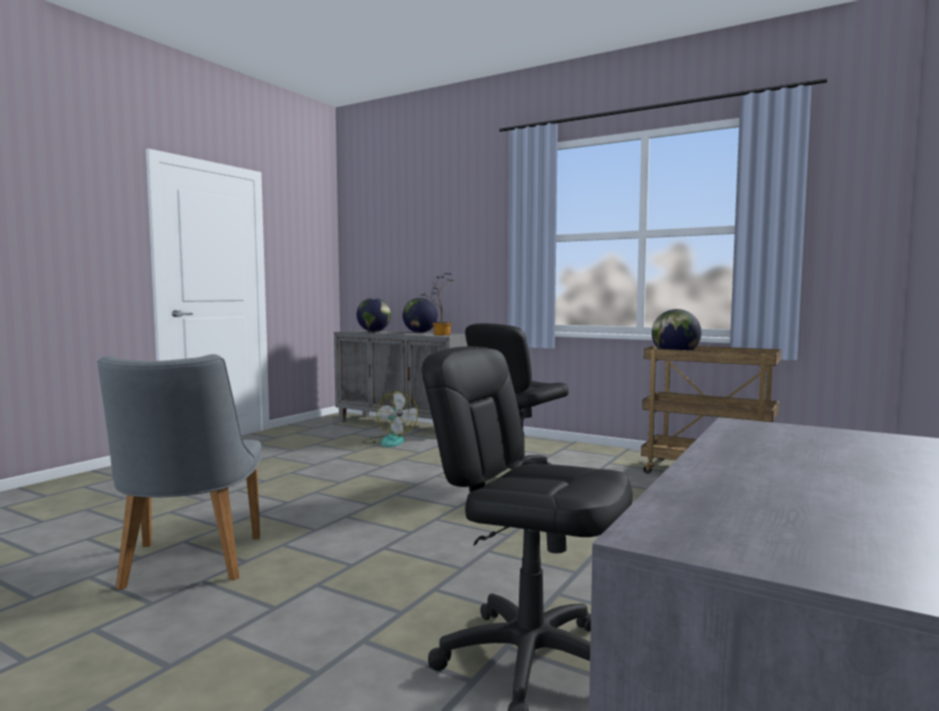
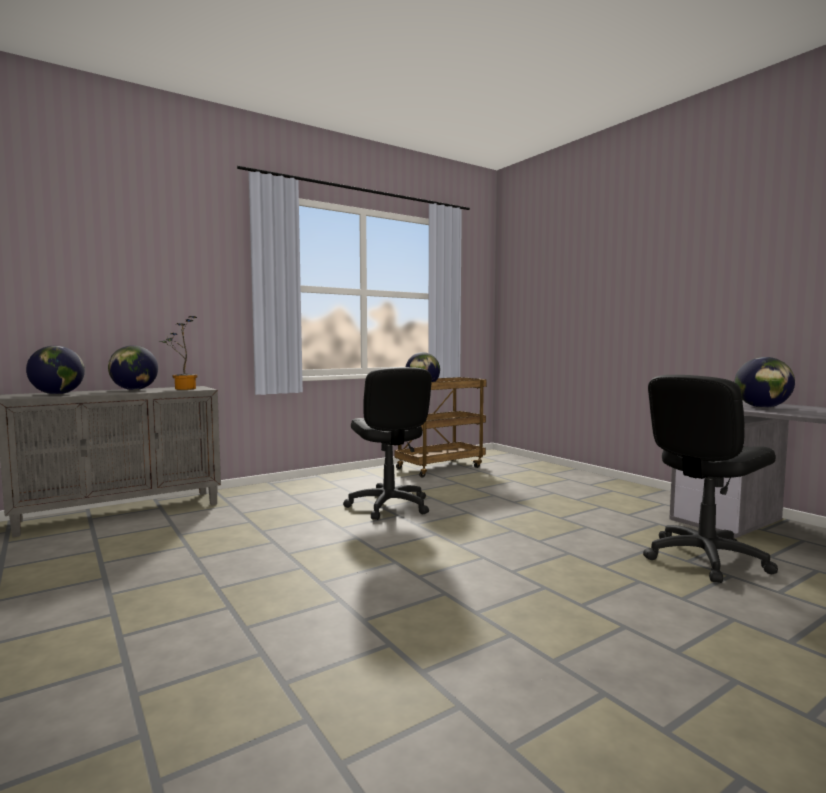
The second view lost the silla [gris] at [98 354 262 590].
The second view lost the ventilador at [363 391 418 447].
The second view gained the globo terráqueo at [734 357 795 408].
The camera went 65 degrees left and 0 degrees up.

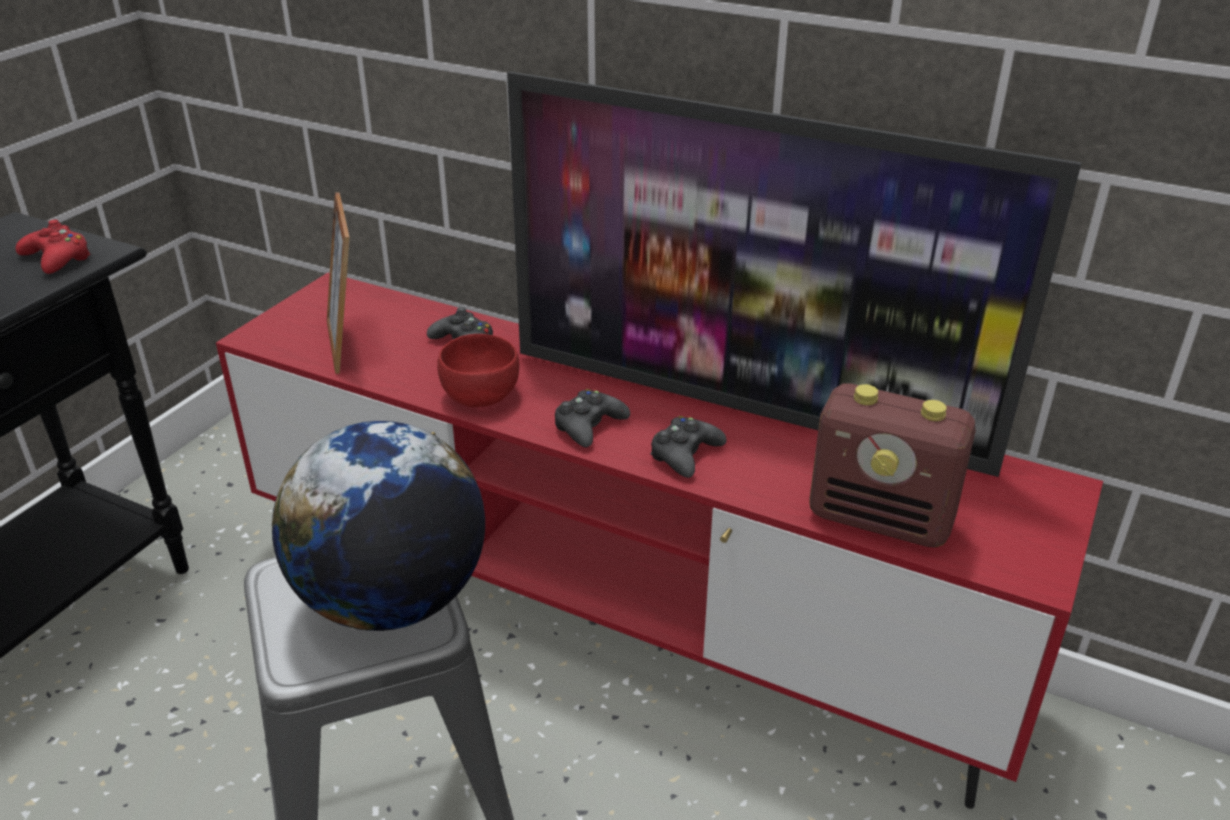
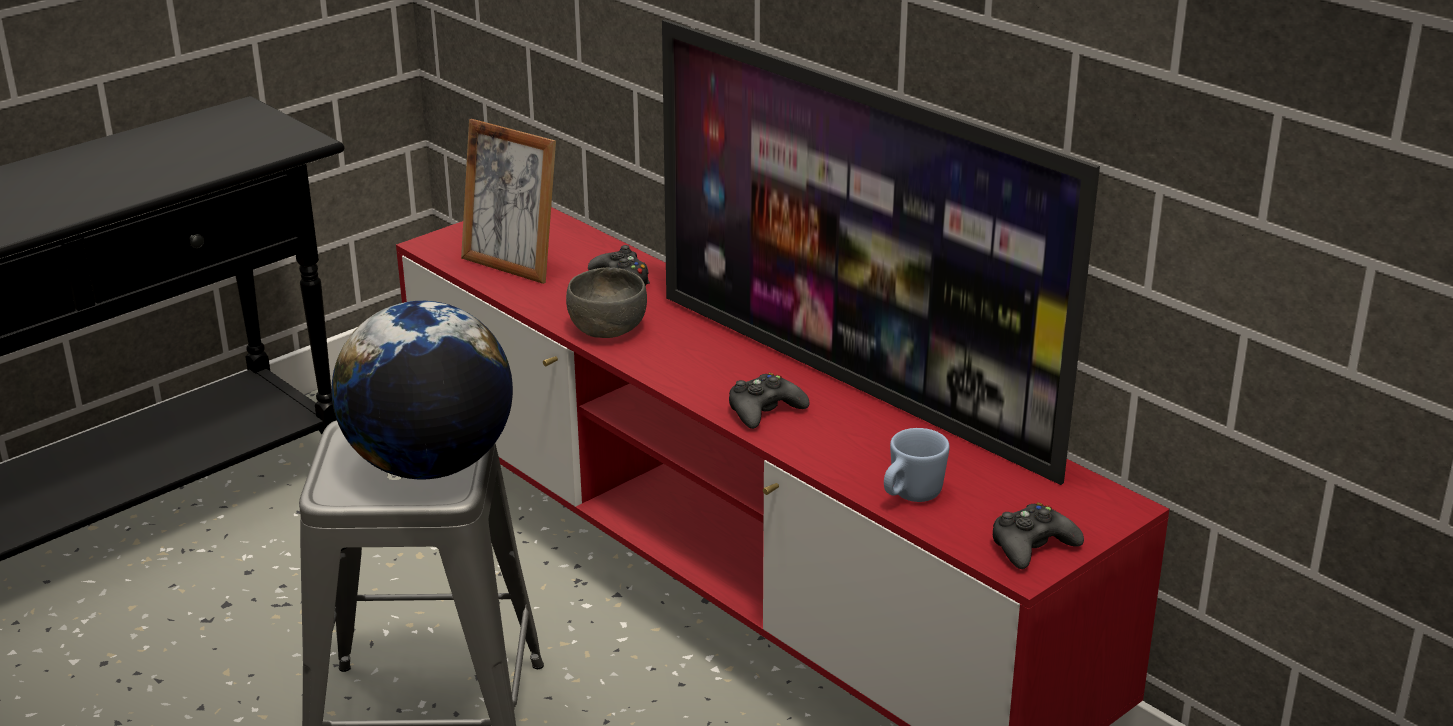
The second view lost the mando de consola [rojo] at [16 220 91 274].
The mando de consola [negro] ended up elsewhere, having gone from [555 389 630 447] to [993 502 1084 569].
Where the radio stood at [809 383 976 548], the taza grande [azul] came to stand at [884 428 950 502].
What was the cuenco [rojo] at [437 334 519 407] turned into the cuenco [gris] at [566 268 647 338].
The portarretratos at [327 192 350 374] ended up facing another way, 60 degrees counterclockwise from before.
The camera went 20 degrees right and 5 degrees down.

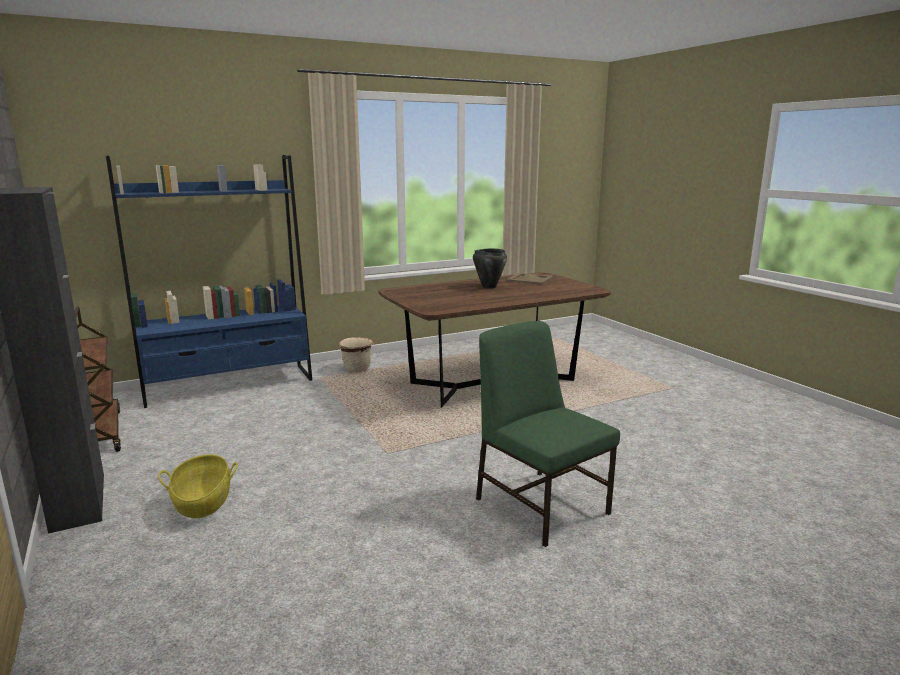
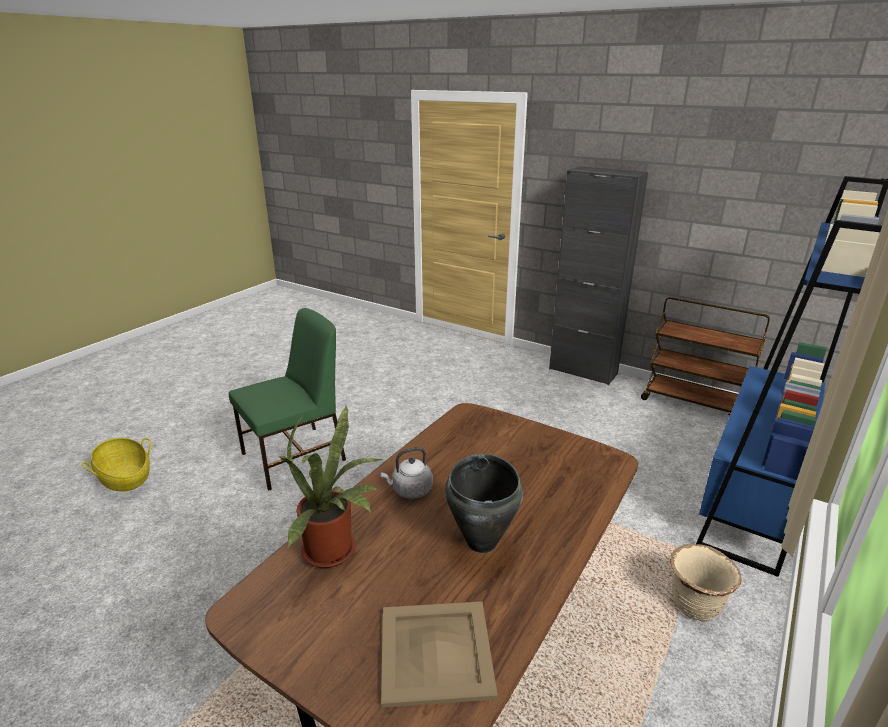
The second view gained the planta en maceta at [279 406 382 568].
The second view gained the hervidor [gris] at [380 447 432 499].
The cesta ended up elsewhere, having gone from [158 454 238 518] to [82 438 152 491].
The silla [verde] at [476 321 620 547] ended up facing another way, 60 degrees counterclockwise from before.
The camera went 150 degrees right and 10 degrees up.

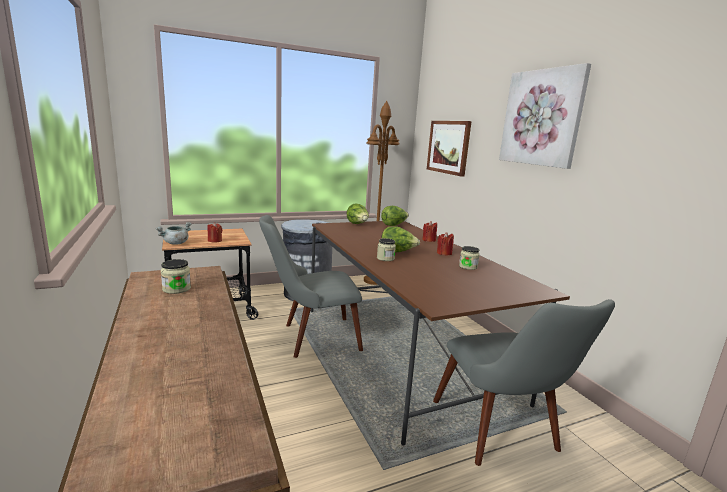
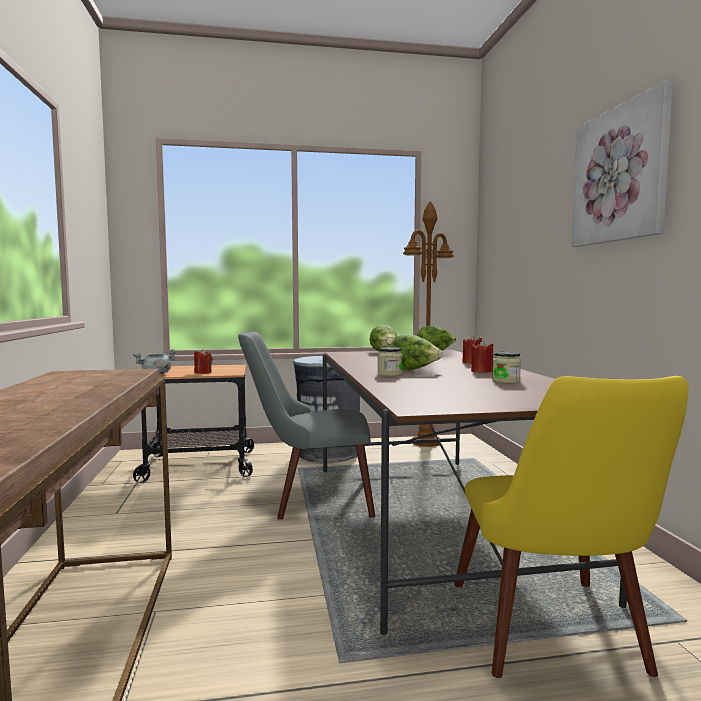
The second view lost the tarro at [161 259 191 294].
The second view lost the cuadro at [427 121 472 177].
What was the silla [gris] at [433 299 615 466] turned into the silla [amarillo] at [454 376 689 678].
The camera went 15 degrees right and 10 degrees down.

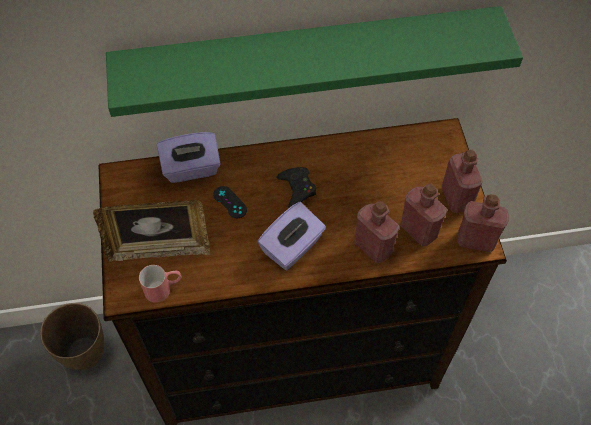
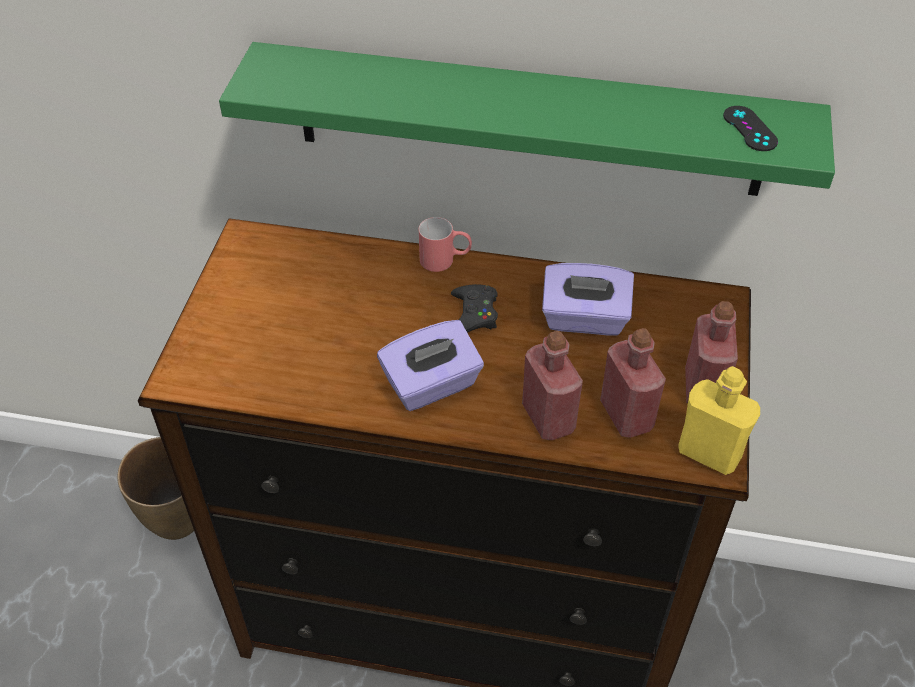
The second view lost the portarretratos at [93 200 210 262].
The taza grande [rojo] ended up elsewhere, having gone from [139 265 182 303] to [419 217 472 272].
The caja de pañuelos [morado] ended up elsewhere, having gone from [157 132 221 183] to [542 263 634 335].
The mando de consola [negro] ended up elsewhere, having gone from [213 186 247 218] to [723 106 778 151].
What was the botella [rojo] at [457 194 509 252] turned into the botella [amarillo] at [678 366 760 475].
The camera went 20 degrees right and 10 degrees down.

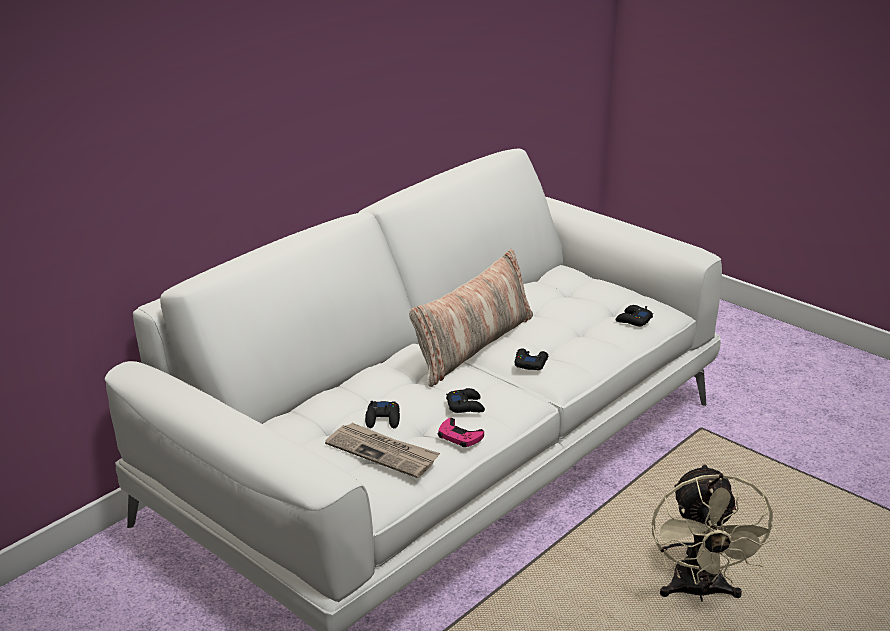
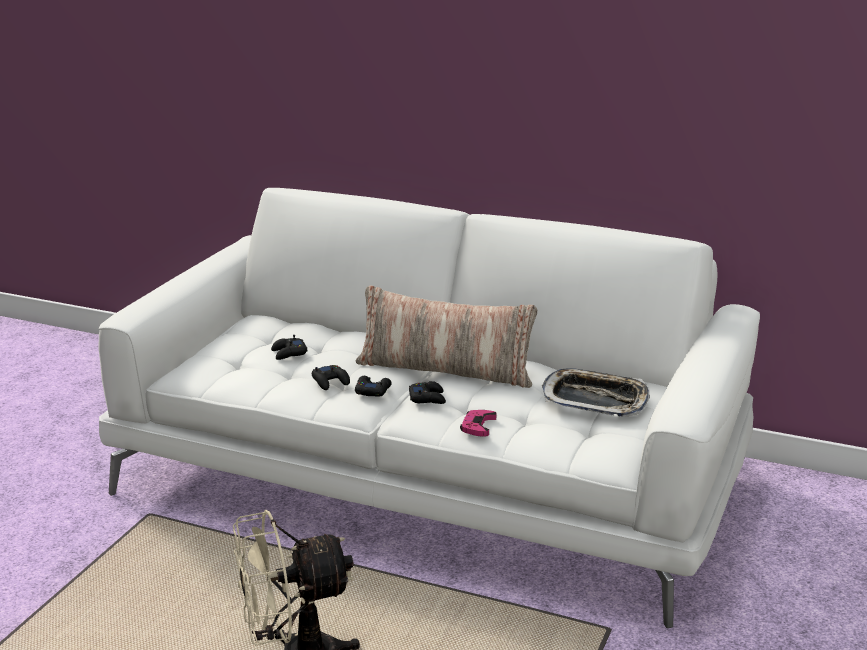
The second view lost the periódico at [325 423 440 478].
The second view gained the bandeja at [542 368 650 417].
The mando de consola [rosa] ended up elsewhere, having gone from [438 418 484 447] to [460 410 497 437].
The mando de consola [negro] ended up elsewhere, having gone from [615 305 653 327] to [355 376 392 397].
The camera went 70 degrees right and 5 degrees down.

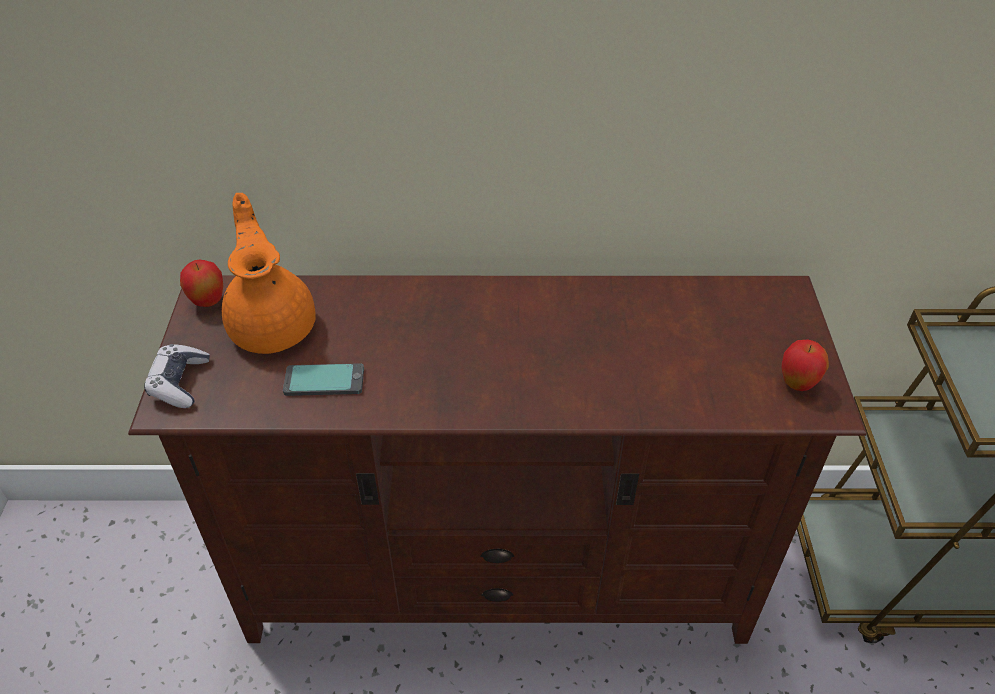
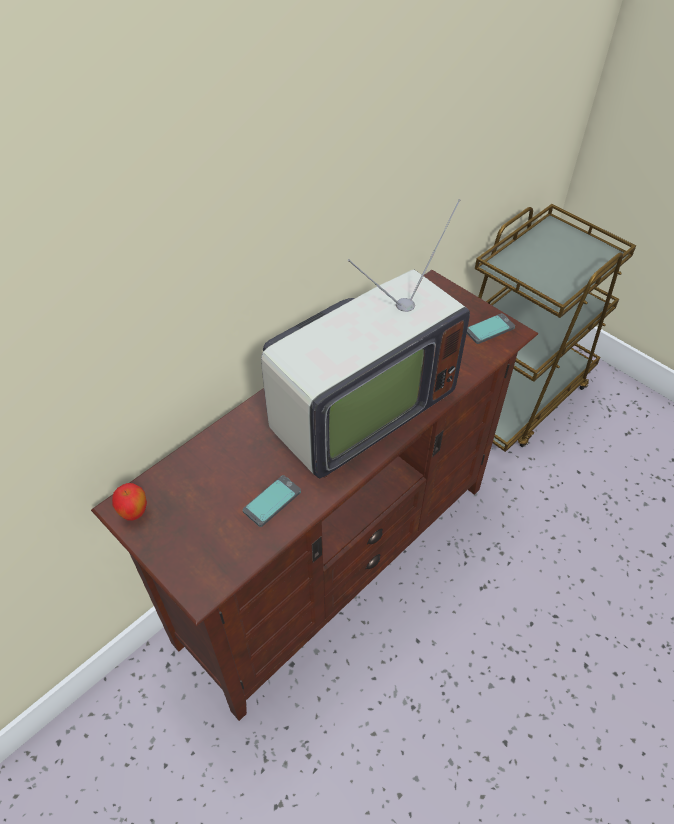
The second view lost the mando de consola at [144 344 210 408].
The second view lost the tetera [naranja] at [222 193 316 354].
The second view gained the televisor at [261 199 470 478].
Where the manzana stood at [782 339 829 391], the móvil came to stand at [467 313 515 344].
The camera went 45 degrees left and 5 degrees up.

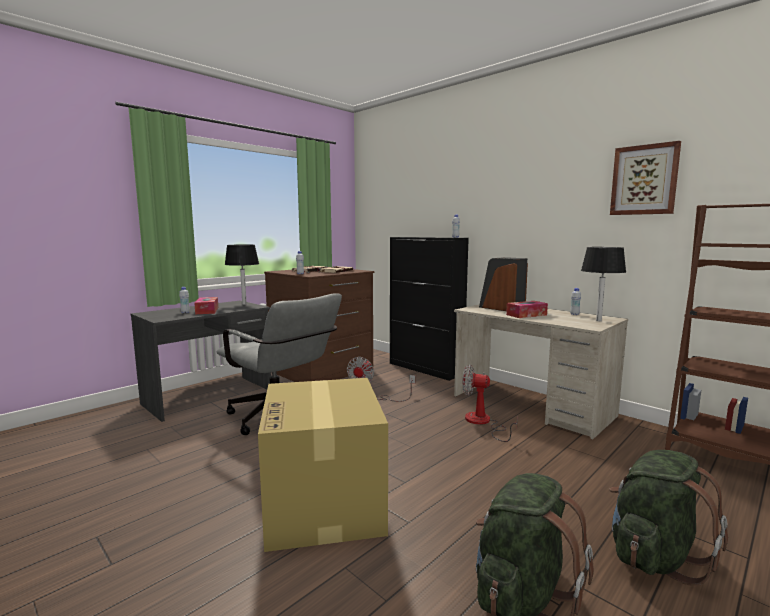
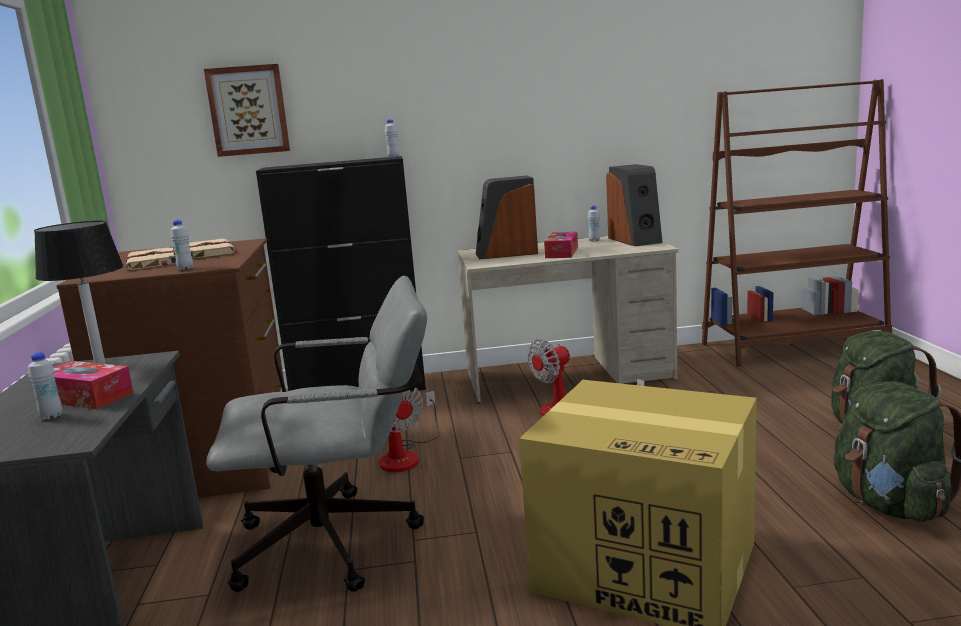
The cuadro ended up elsewhere, having gone from [610 141 681 215] to [204 64 290 157].
Where the lámpara de mesa [negro] stood at [581 247 626 321], the altavoz came to stand at [606 164 663 246].
The camera went 50 degrees left and 5 degrees up.

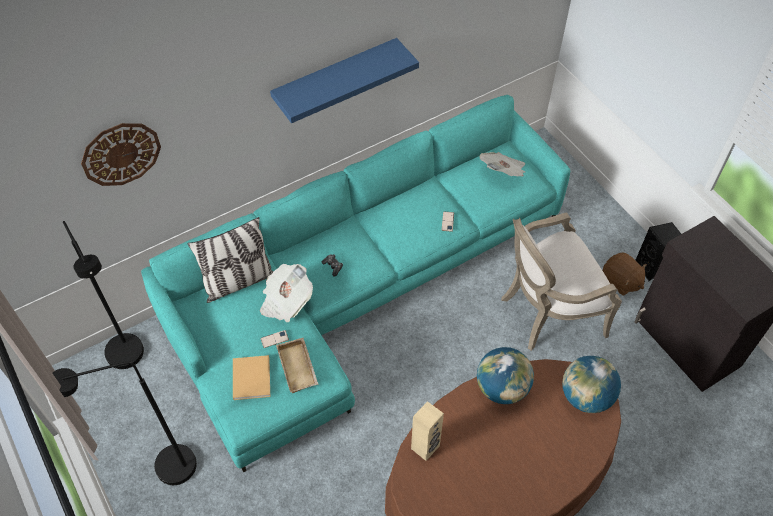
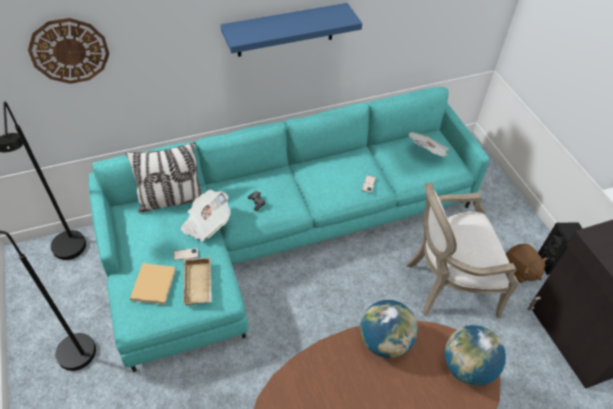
The second view lost the altavoz [beis] at [411 401 444 461].
The camera went 10 degrees right and 5 degrees down.

